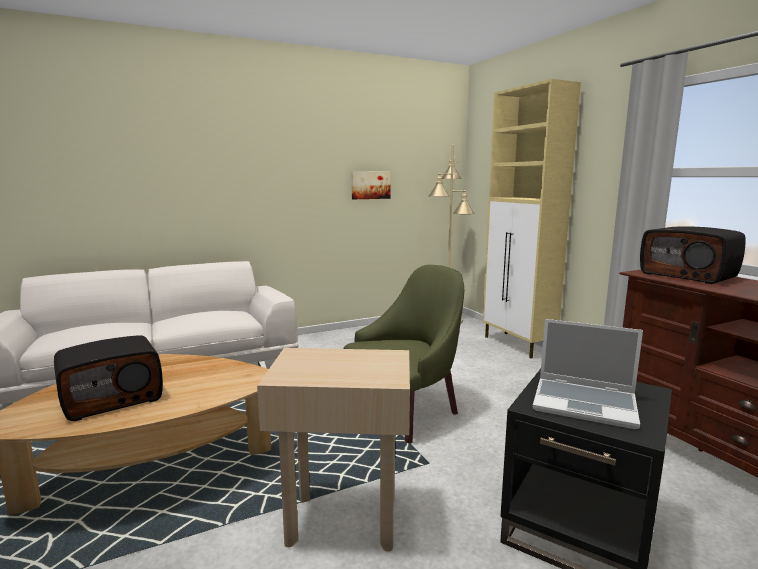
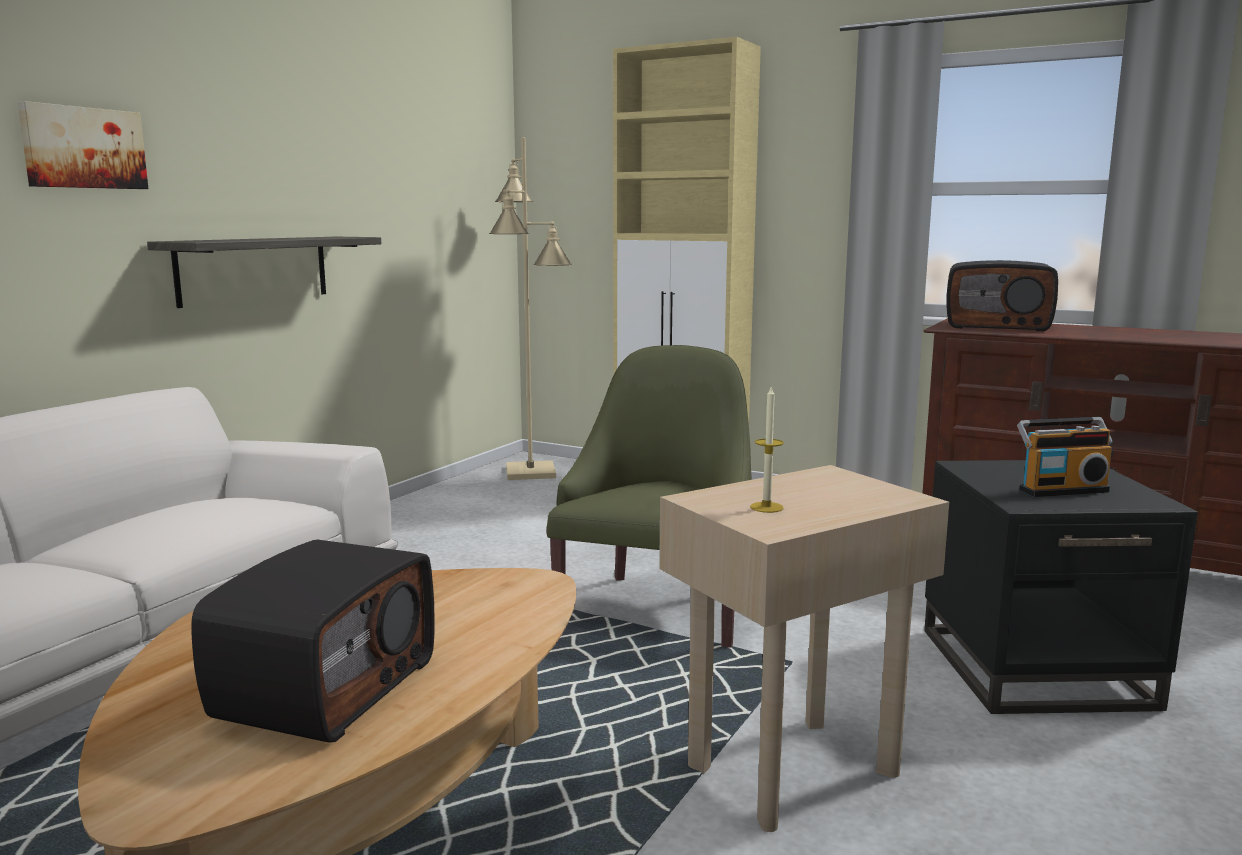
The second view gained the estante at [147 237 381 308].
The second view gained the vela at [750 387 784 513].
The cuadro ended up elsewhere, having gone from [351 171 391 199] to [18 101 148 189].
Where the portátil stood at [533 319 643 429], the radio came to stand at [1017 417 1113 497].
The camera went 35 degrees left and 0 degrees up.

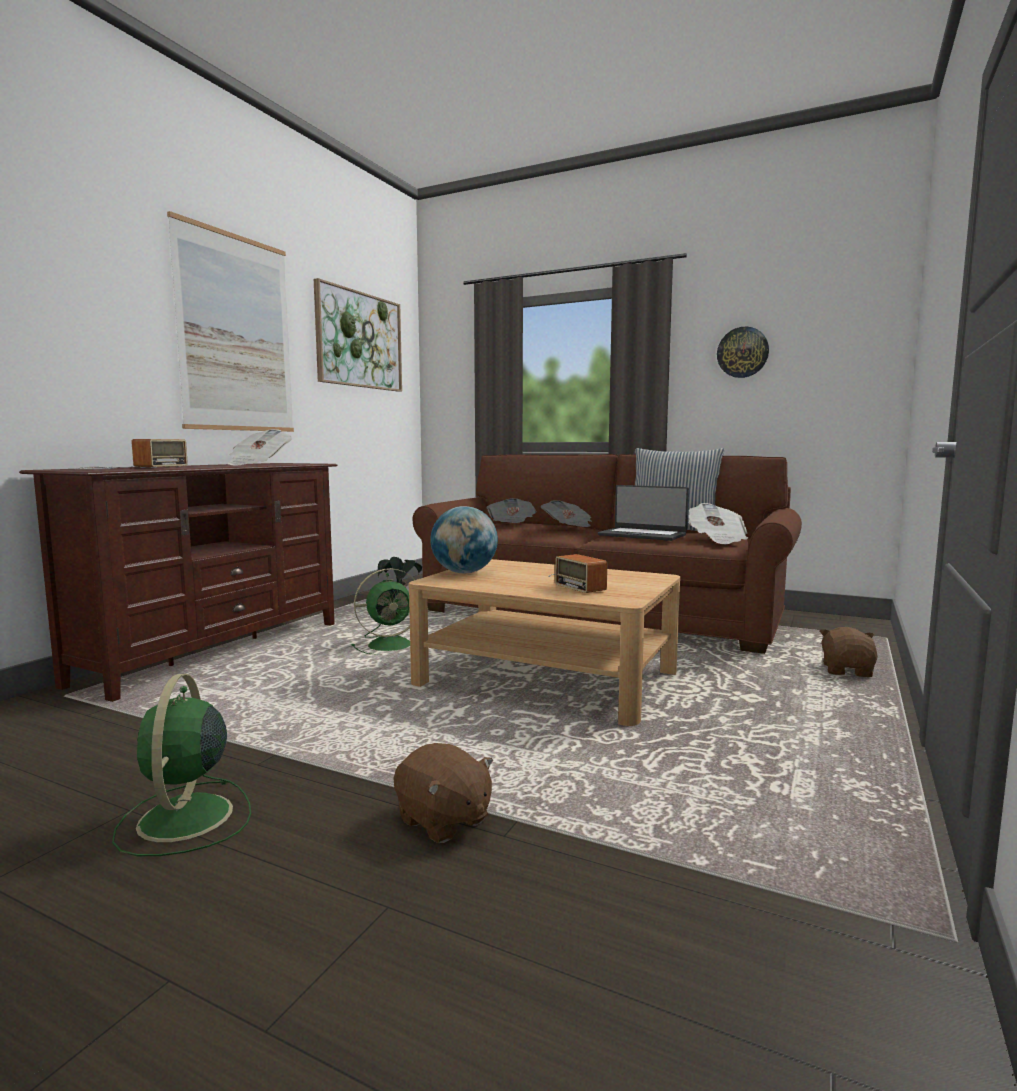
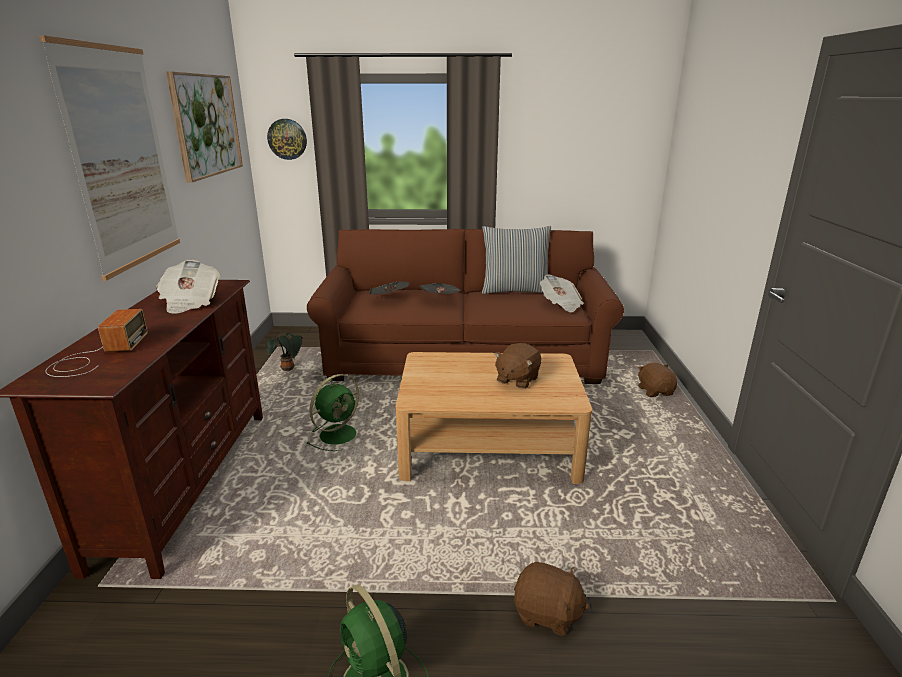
The second view lost the globo terráqueo at [430 506 498 573].
The second view lost the portátil at [598 485 689 541].
The reloj de pared ended up elsewhere, having gone from [717 326 769 378] to [267 119 307 160].
Where the radio stood at [548 554 607 593], the peluche [marrón] came to stand at [494 343 541 389].
The camera went 25 degrees left and 15 degrees up.

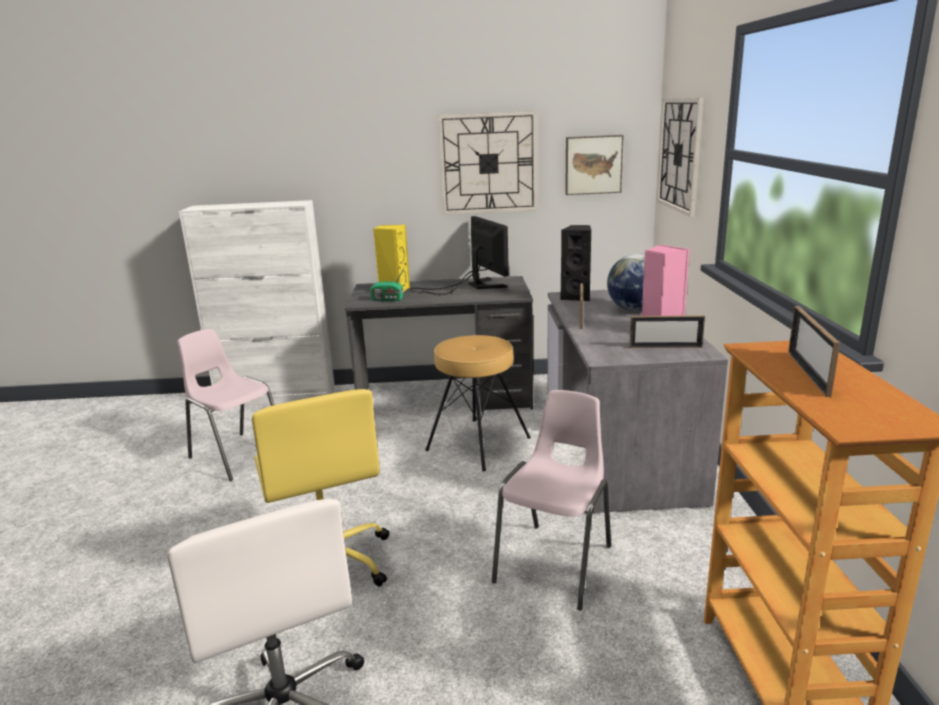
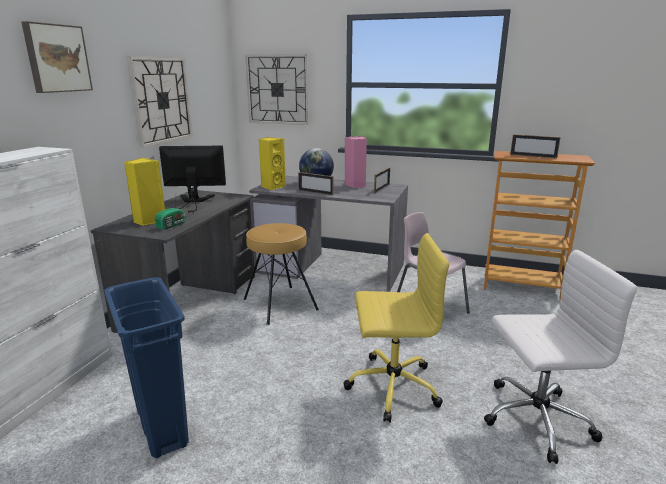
The cuadro ended up elsewhere, having gone from [565 135 624 195] to [21 21 93 93].
Where the silla [rosa] stood at [178 329 274 481], the papelera [azul] came to stand at [104 277 189 458].
What was the altavoz [negro] at [560 225 591 301] turned into the altavoz [amarillo] at [259 137 286 190].
The camera went 70 degrees left and 0 degrees up.

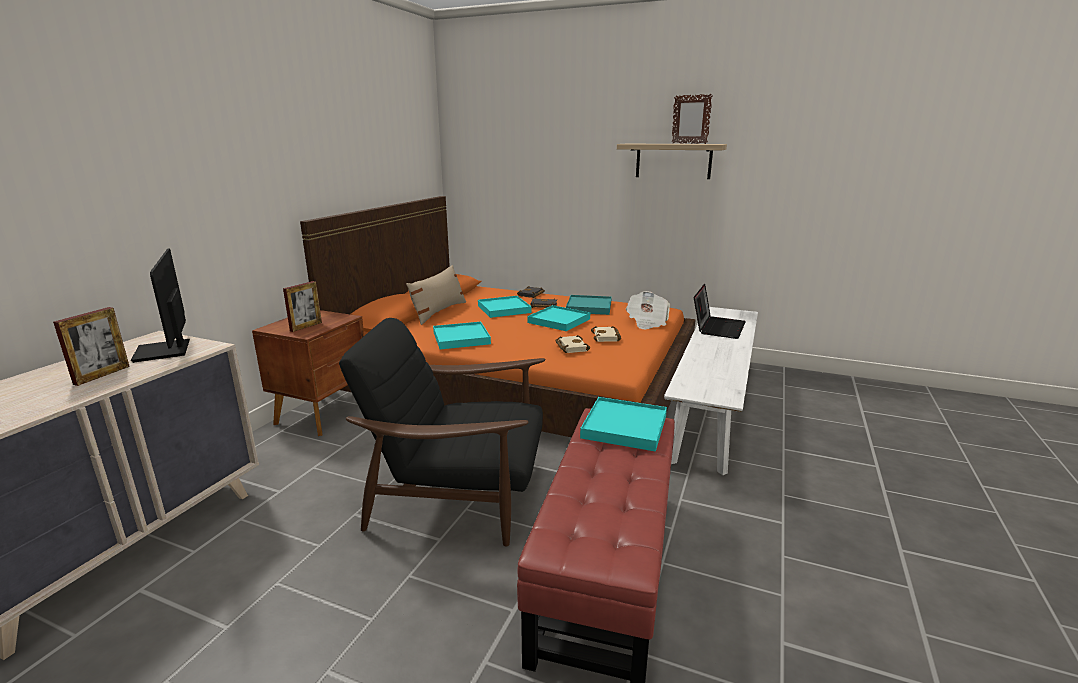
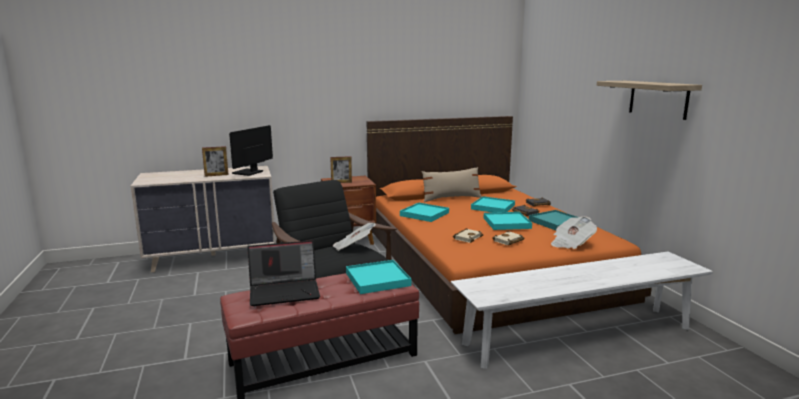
The second view lost the portarretratos at [672 94 712 144].
The second view gained the periódico at [333 223 376 251].
The portátil ended up elsewhere, having gone from [694 284 746 339] to [247 240 320 306].
The camera went 50 degrees right and 5 degrees down.

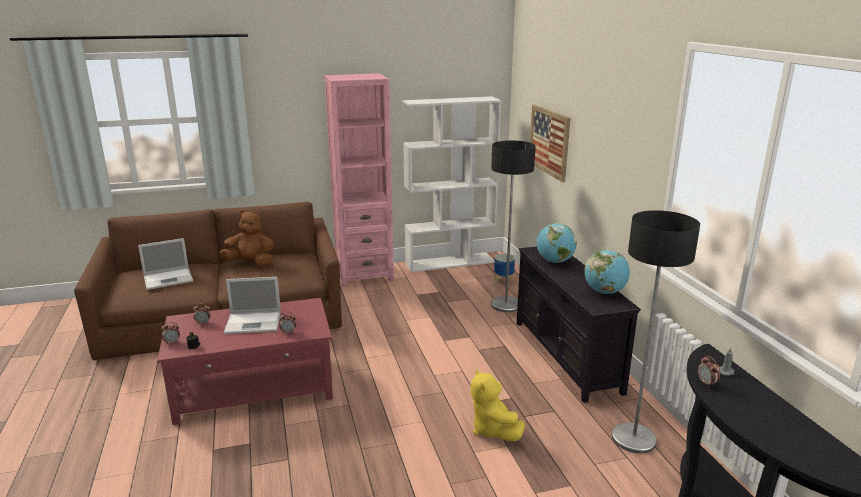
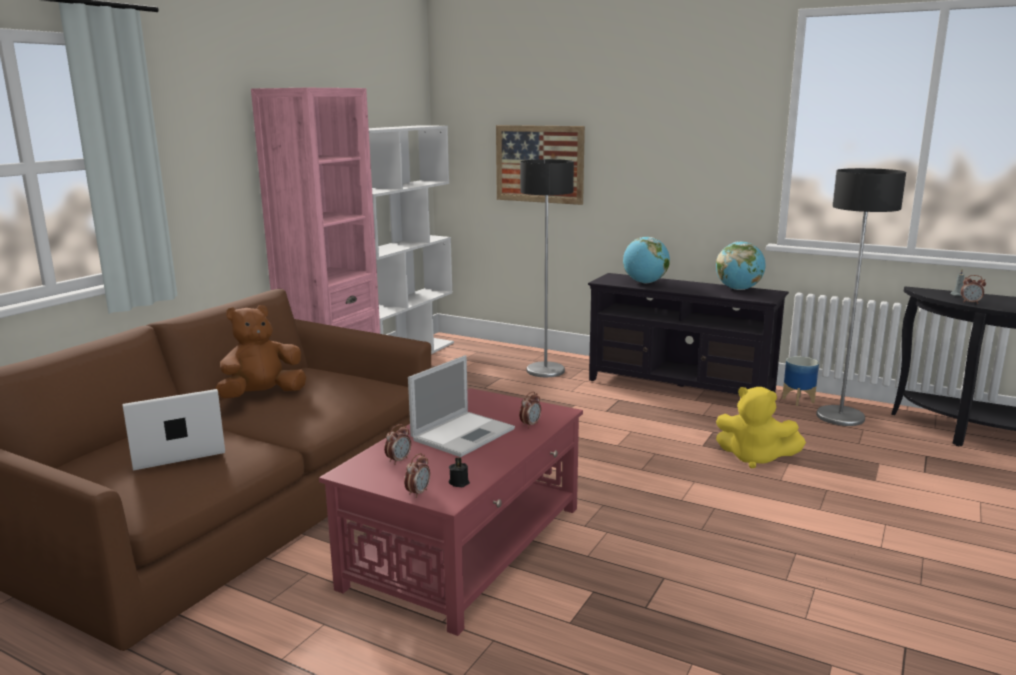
The maceta ended up elsewhere, having gone from [494 254 515 287] to [782 356 819 406].
The portátil at [138 238 193 290] ended up facing another way, 135 degrees counterclockwise from before.
The camera went 45 degrees left and 5 degrees down.

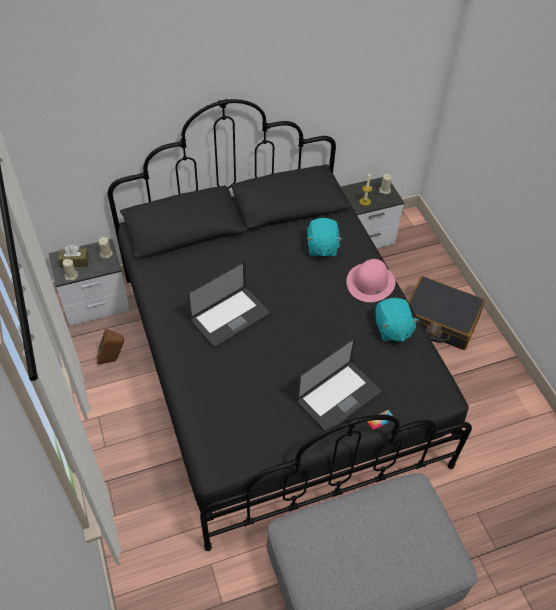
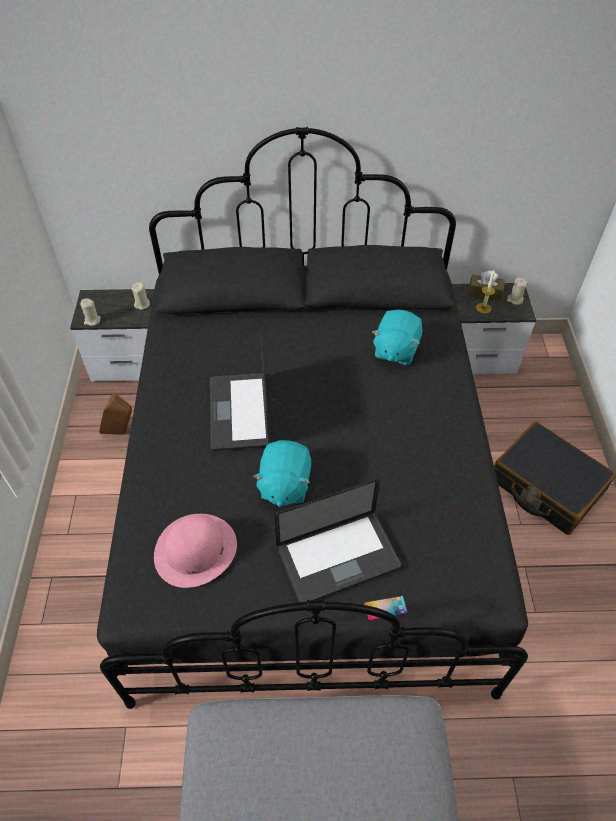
The caja de pañuelos [marrón] ended up elsewhere, having gone from [58 245 89 268] to [468 271 505 301].
The sombrero [rosa] ended up elsewhere, having gone from [346 259 396 302] to [154 514 237 588].
The peluche [turquesa] ended up elsewhere, having gone from [375 298 419 342] to [253 440 311 507].
The portátil at [187 261 270 348] ended up facing another way, 105 degrees clockwise from before.
The camera went 20 degrees right and 0 degrees up.

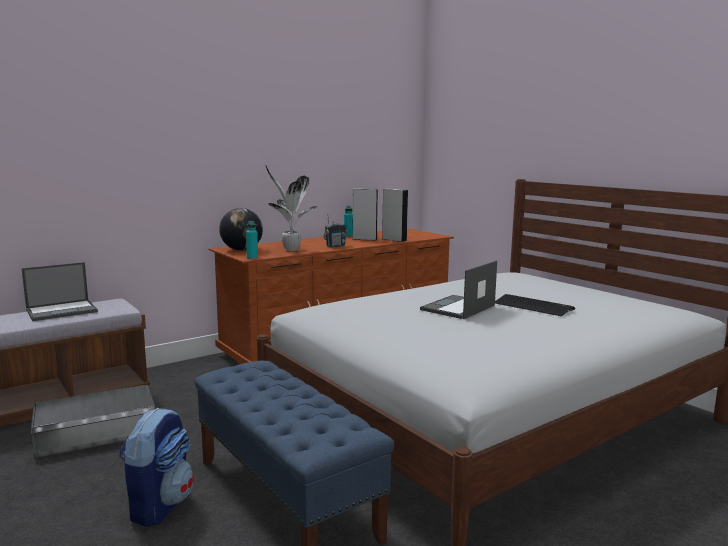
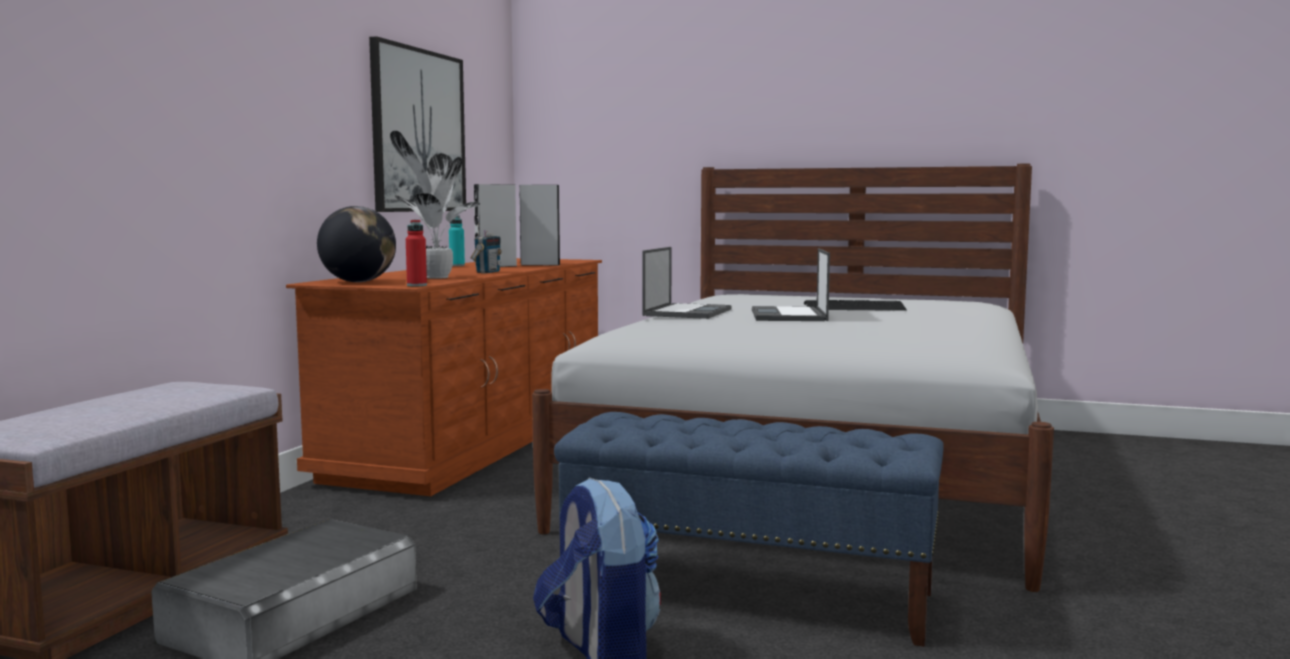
The second view gained the cuadro at [369 36 466 212].
The portátil ended up elsewhere, having gone from [21 262 98 321] to [642 247 731 319].
What was the botella [turquesa] at [246 221 258 259] turned into the botella [rojo] at [406 220 427 286].
The camera went 35 degrees left and 5 degrees down.

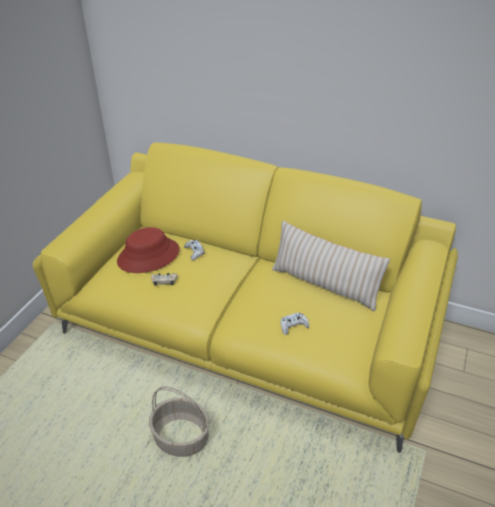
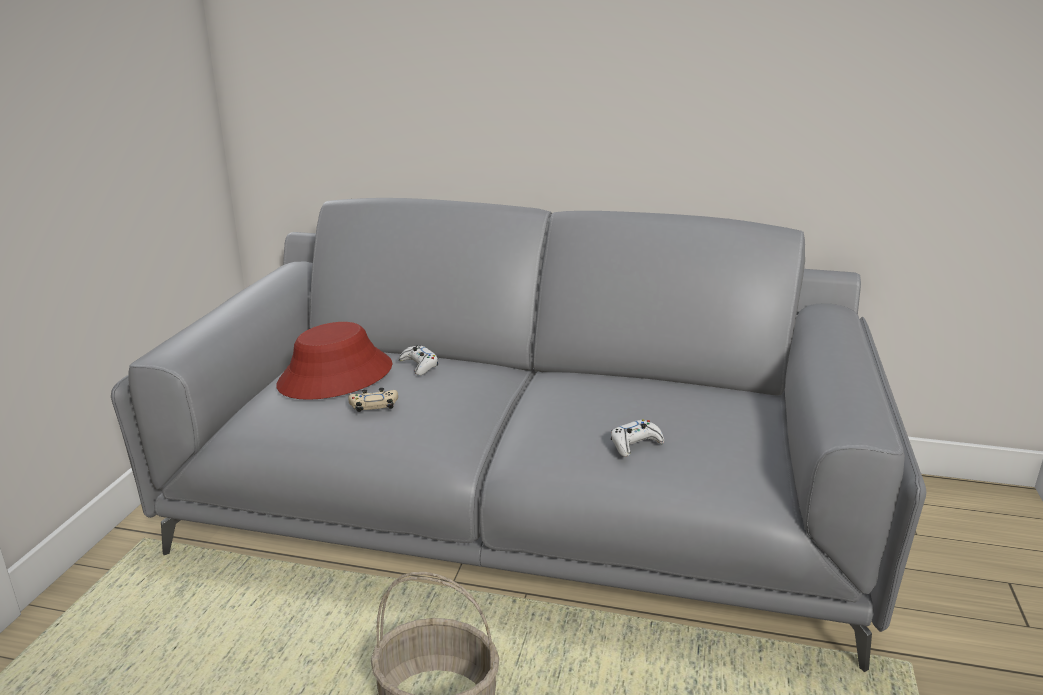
The second view lost the cojín [beis] at [272 221 390 311].
What was the sofá [amarillo] at [33 142 458 453] turned into the sofá [gris] at [111 198 926 672].
The camera went 10 degrees left and 15 degrees down.

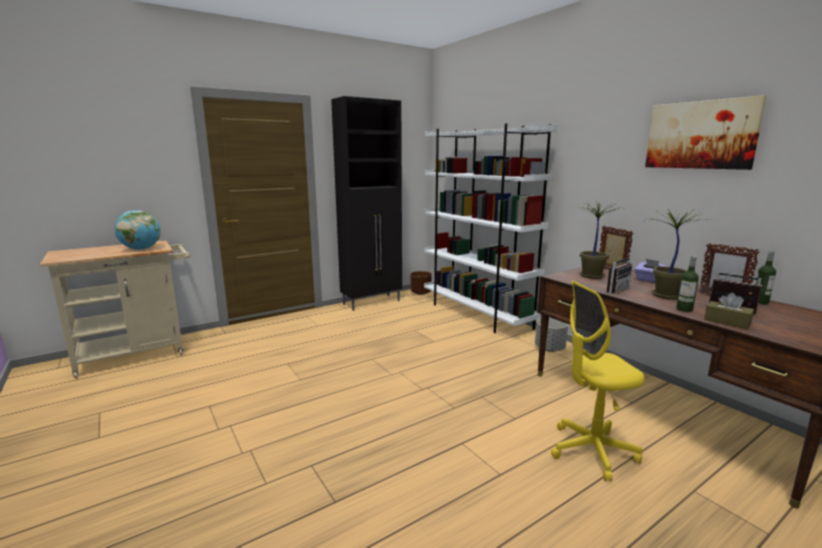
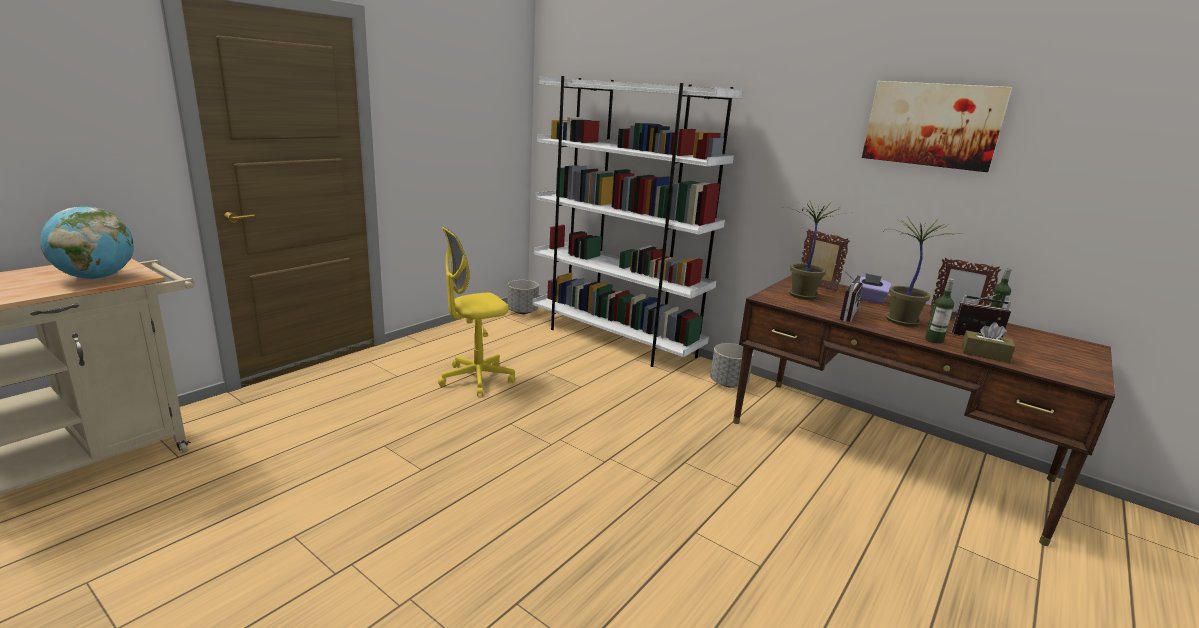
The second view lost the armario [negro] at [331 96 402 311].
The silla de oficina [amarillo] ended up elsewhere, having gone from [551 280 644 481] to [438 226 515 396].
What was the maceta [marrón] at [410 271 432 295] turned into the maceta [gris] at [507 280 539 314].
The camera went 20 degrees left and 5 degrees up.

